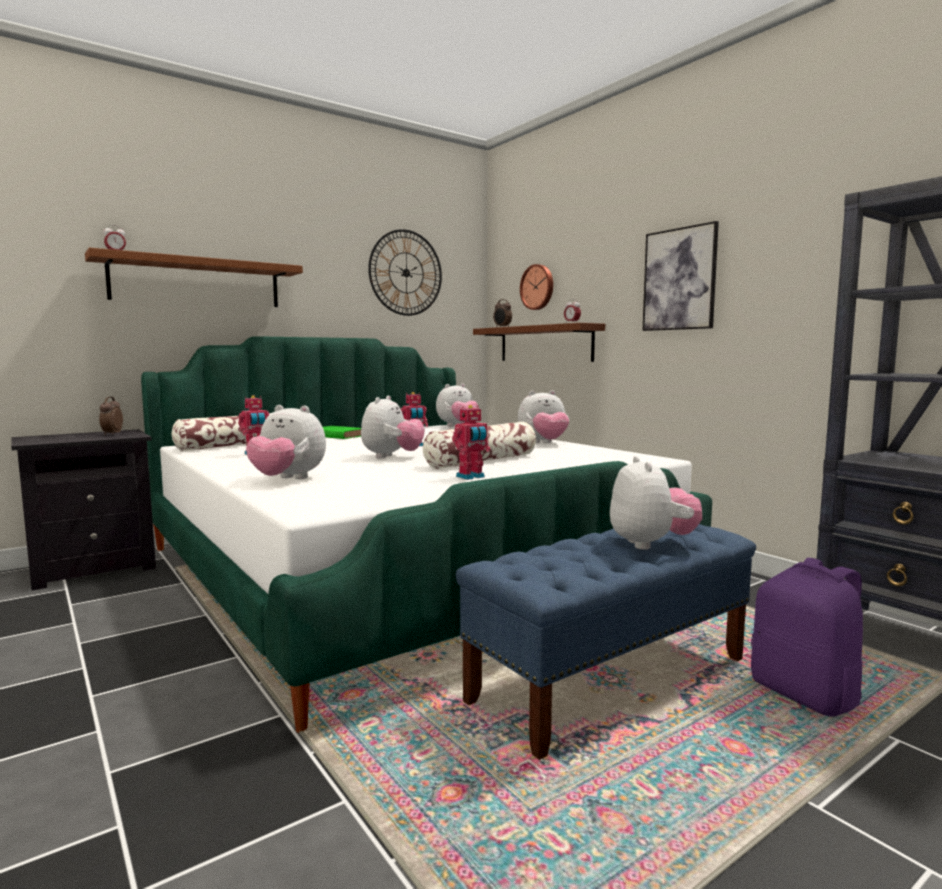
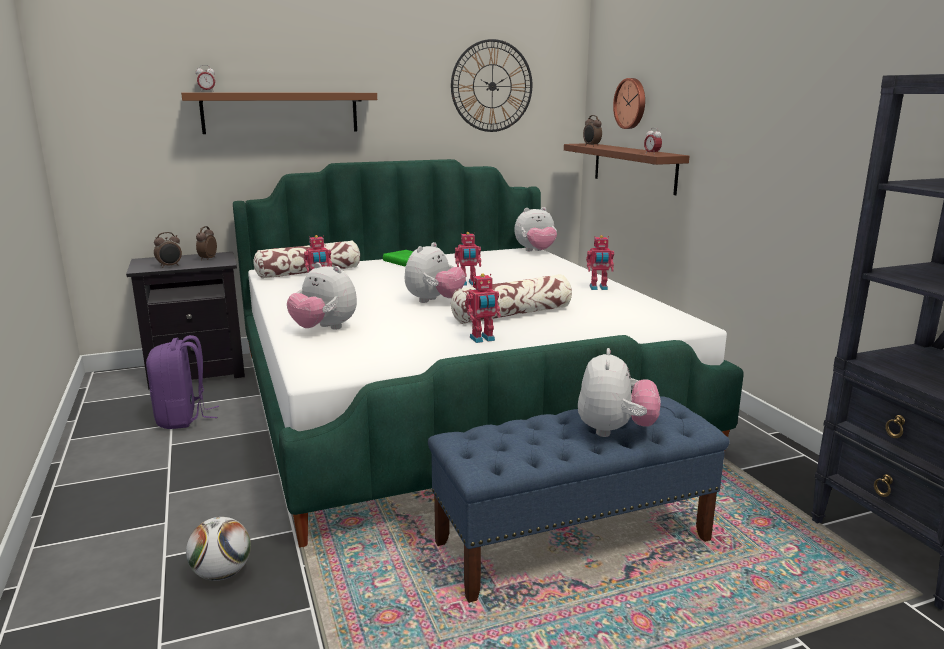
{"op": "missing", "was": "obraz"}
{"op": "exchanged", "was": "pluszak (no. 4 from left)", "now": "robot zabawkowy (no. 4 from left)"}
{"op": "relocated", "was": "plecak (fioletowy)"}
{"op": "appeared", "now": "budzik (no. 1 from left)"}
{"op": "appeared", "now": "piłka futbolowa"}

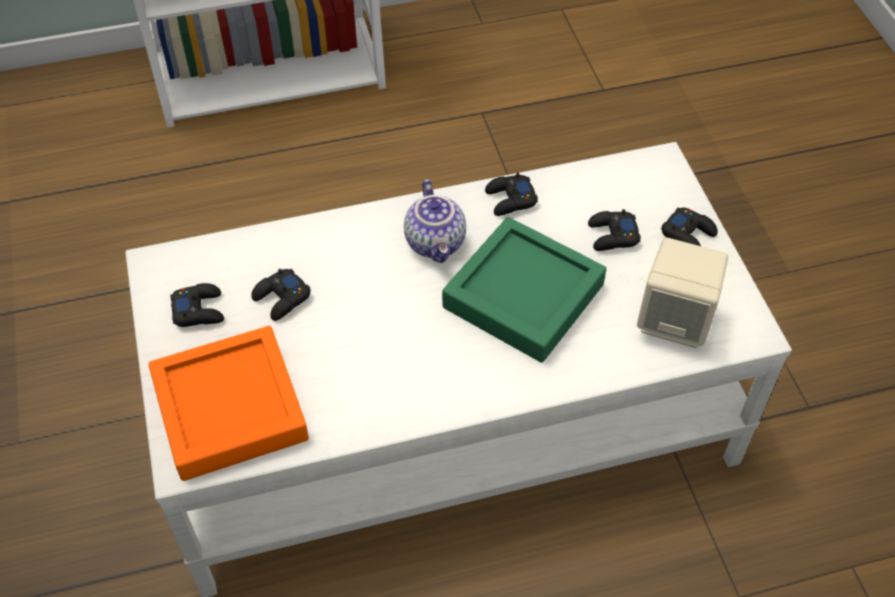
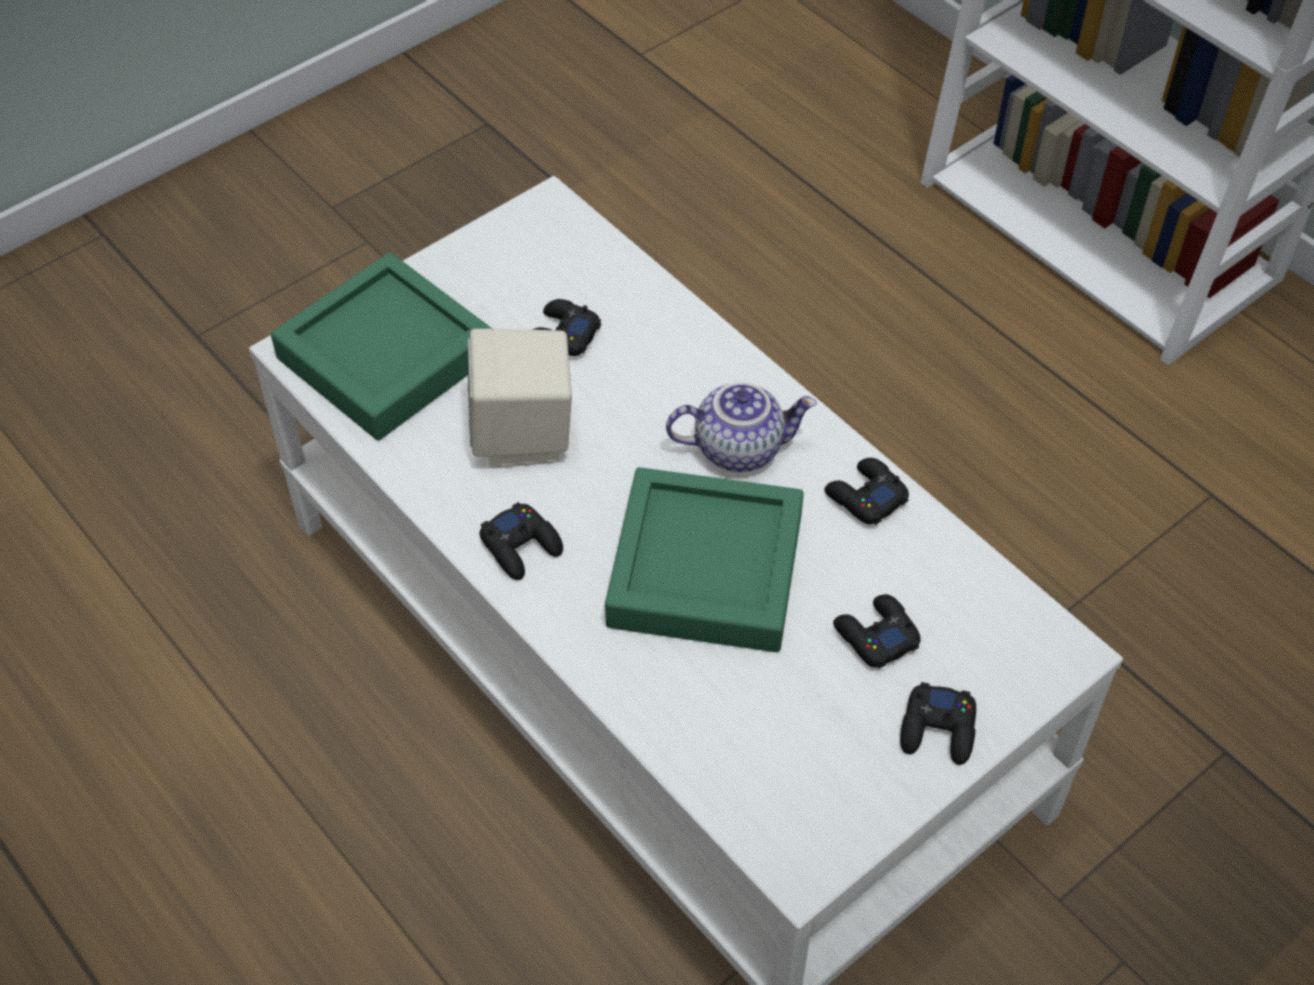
{"op": "spun", "was": "imbryk", "clockwise": -150}
{"op": "relocated", "was": "głośnik (beżowy)"}
{"op": "relocated", "was": "pad do gier (czarny) (no. 1 from left)"}
{"op": "colour", "was": "taca (pomarańczowy)", "now": "taca (zielony) (no. 1 from left)"}

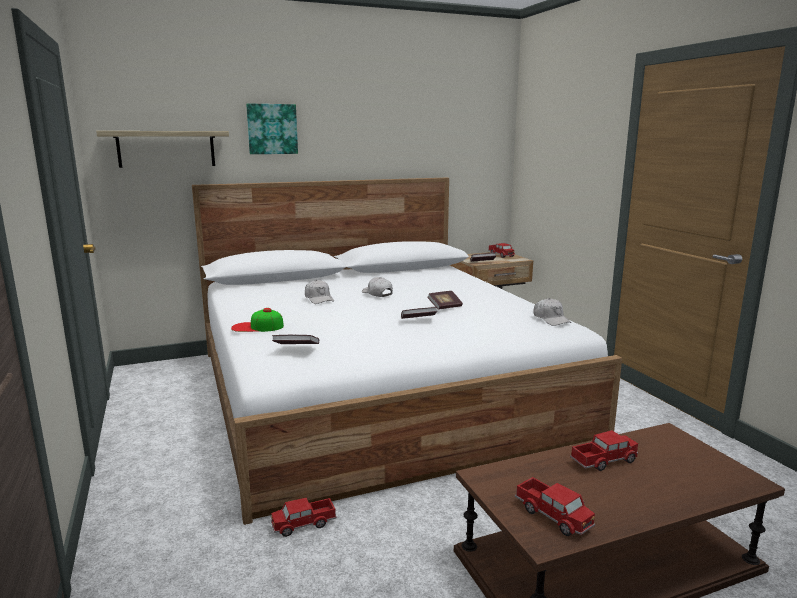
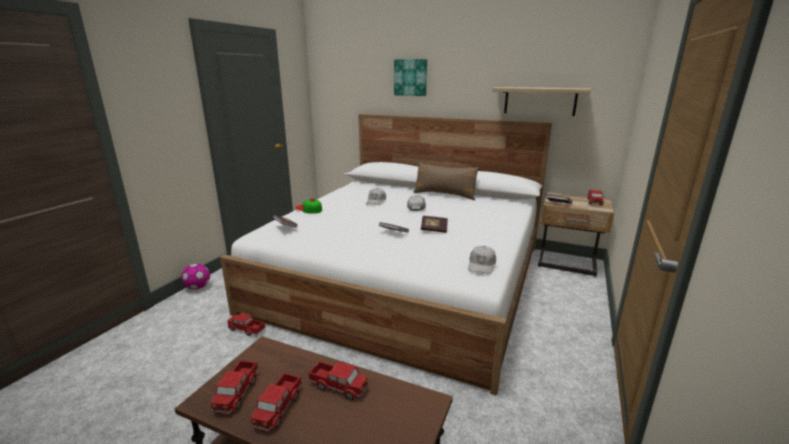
{"op": "relocated", "was": "półka"}
{"op": "appeared", "now": "poduszka (brązowy)"}
{"op": "appeared", "now": "piłka futbolowa"}
{"op": "appeared", "now": "ciężarówka zabawkowa (no. 3 from left)"}

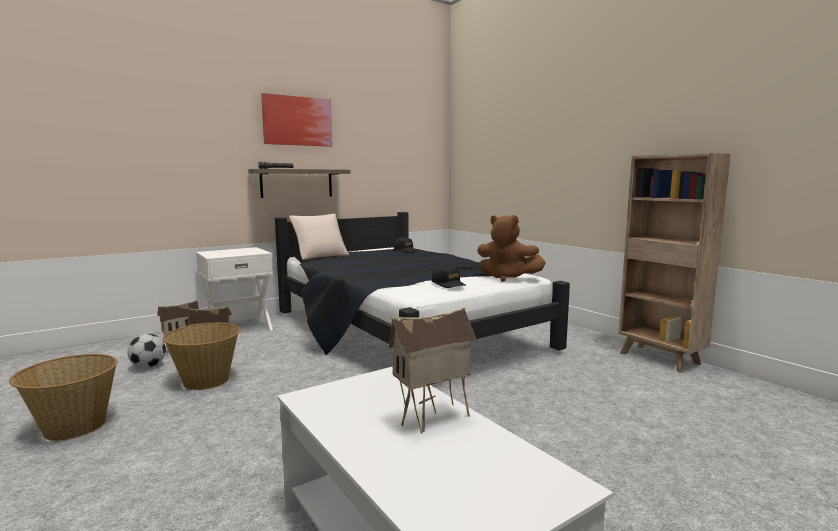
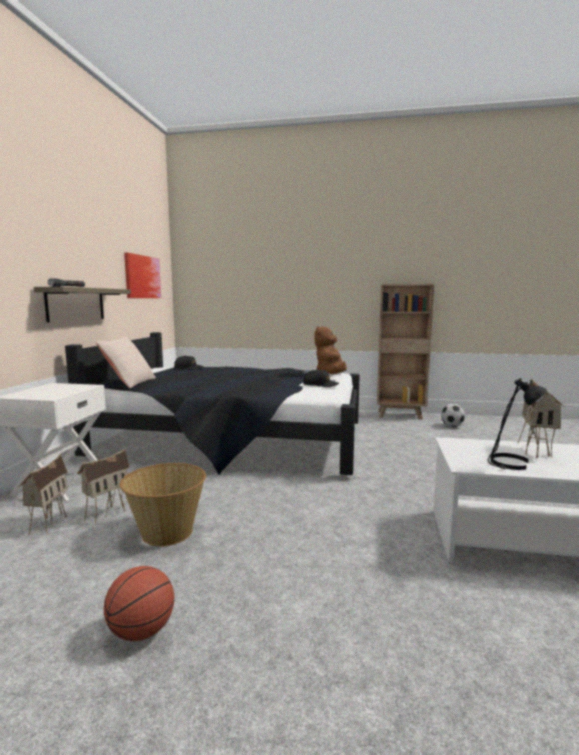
{"op": "relocated", "was": "obraz"}
{"op": "spun", "was": "pluszak (brązowy)", "clockwise": 120}
{"op": "relocated", "was": "piłka futbolowa"}
{"op": "exchanged", "was": "koszyk (no. 1 from left)", "now": "piłka do koszykówki"}
{"op": "appeared", "now": "lampa stołowa (czarny)"}

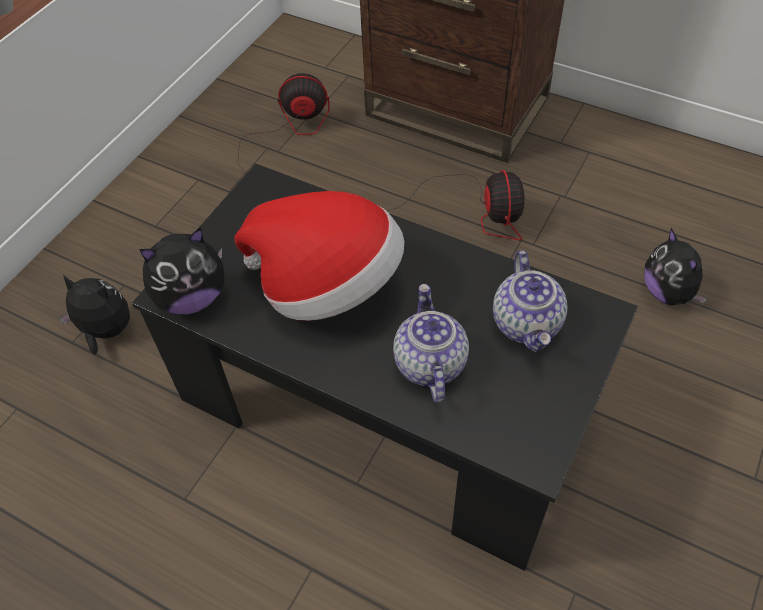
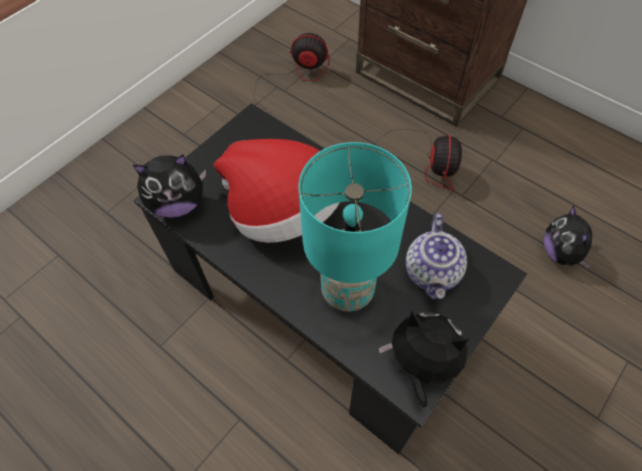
{"op": "relocated", "was": "pluszak (no. 1 from left in the first image)", "now": "pluszak (no. 2 from left)"}
{"op": "exchanged", "was": "imbryk (no. 1 from left)", "now": "lampa stołowa (turkusowy)"}

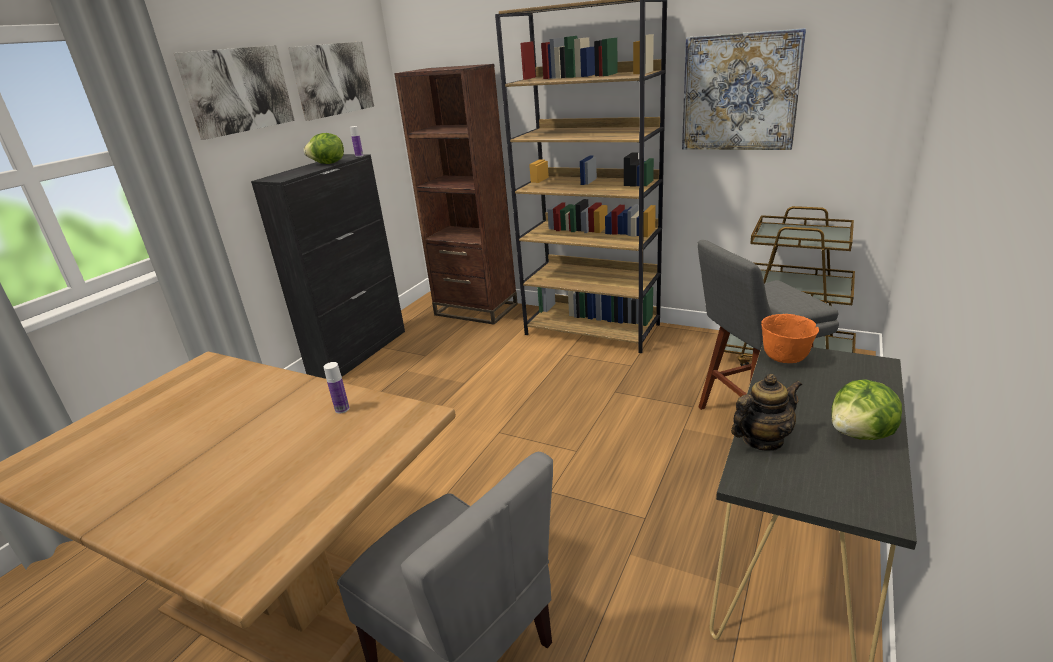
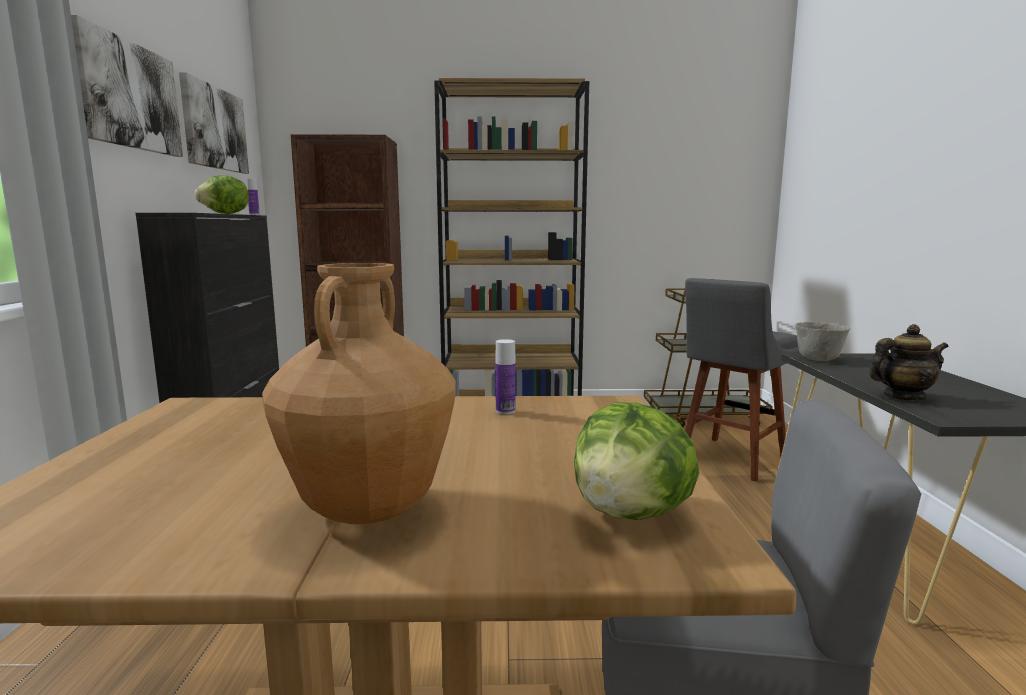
{"op": "missing", "was": "obraz (no. 3 from left)"}
{"op": "colour", "was": "miska (pomarańczowy)", "now": "miska (szary)"}
{"op": "spun", "was": "imbryk", "clockwise": 45}
{"op": "relocated", "was": "sałata (no. 2 from left)"}
{"op": "appeared", "now": "wazon (brązowy)"}

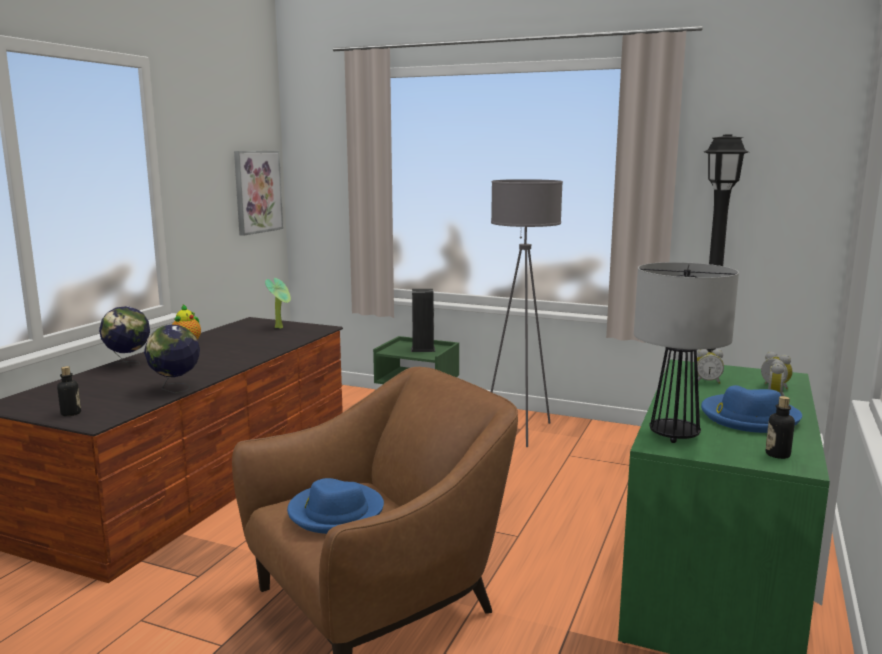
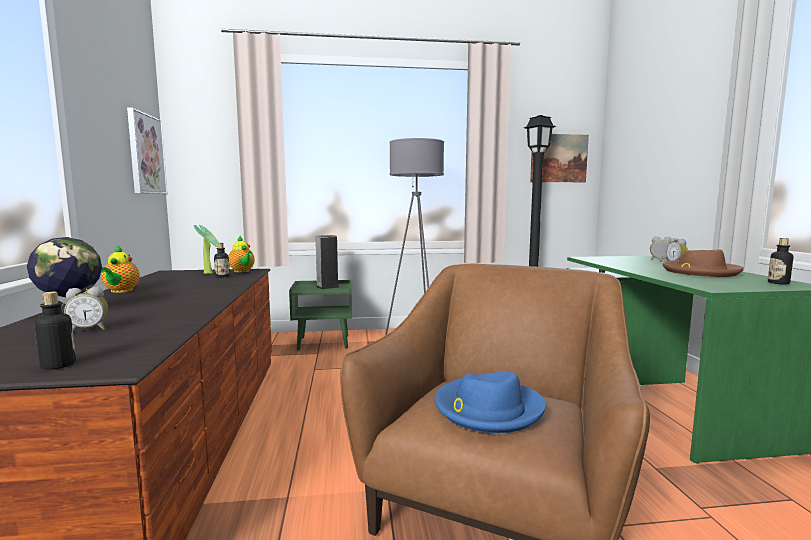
{"op": "missing", "was": "lampa stołowa"}
{"op": "missing", "was": "globus (no. 2 from left)"}
{"op": "relocated", "was": "budzik (no. 1 from left)"}
{"op": "colour", "was": "kapelusz (niebieski) (no. 2 from left)", "now": "kapelusz (brązowy)"}
{"op": "appeared", "now": "obraz (no. 2 from left)"}
{"op": "appeared", "now": "imbryk (no. 2 from left)"}
{"op": "appeared", "now": "butelka (no. 2 from left)"}

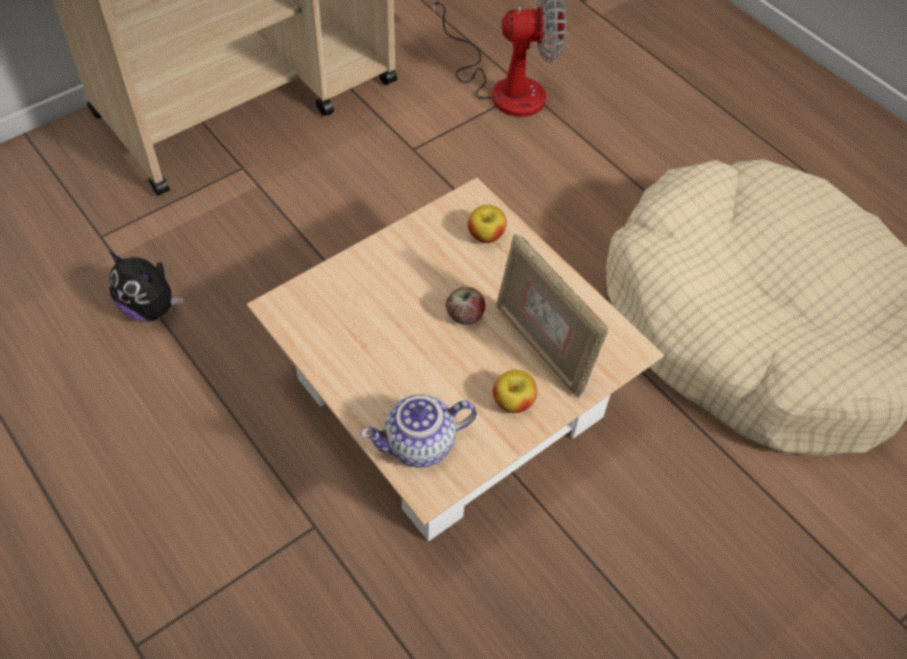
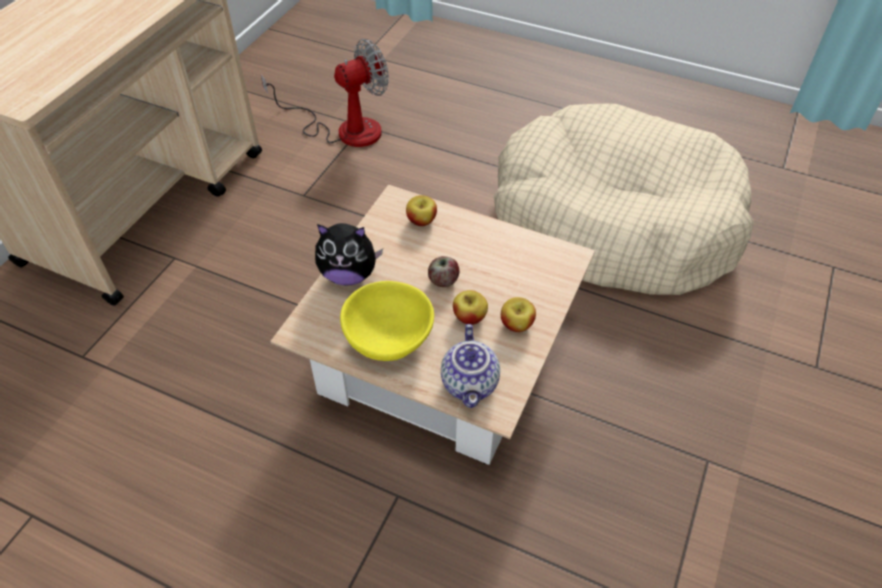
{"op": "missing", "was": "ramka na zdjęcie"}
{"op": "relocated", "was": "pluszak"}
{"op": "spun", "was": "imbryk", "clockwise": -45}
{"op": "appeared", "now": "miska (żółty)"}
{"op": "appeared", "now": "jabłko (no. 3 from left)"}

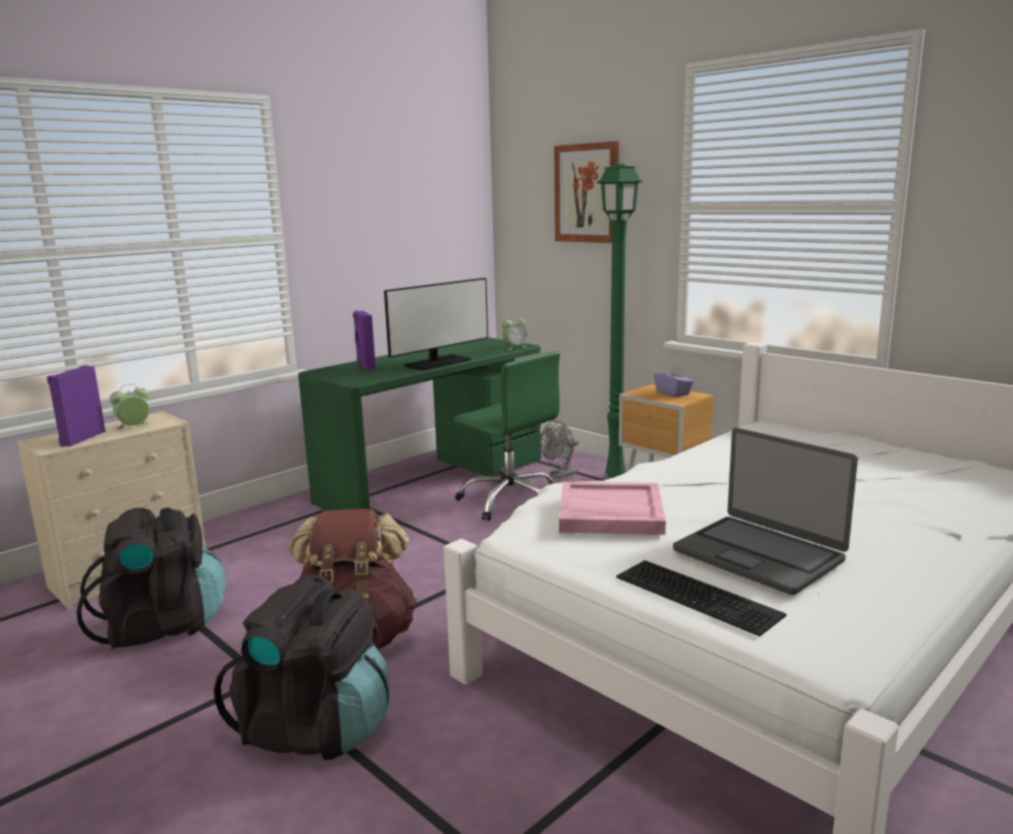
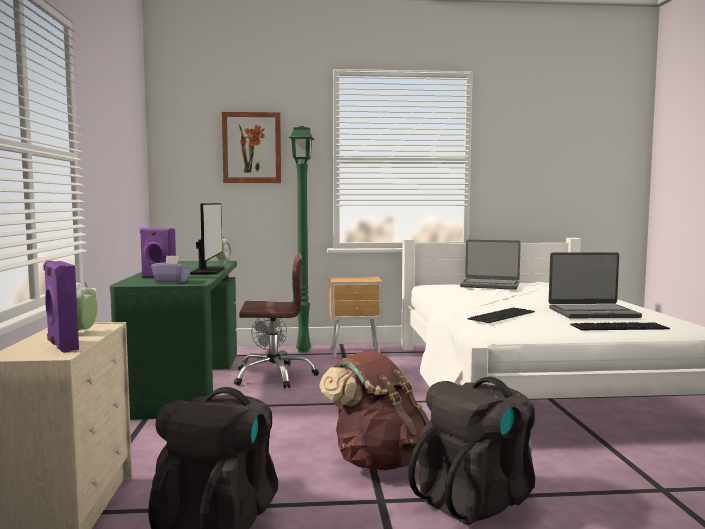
{"op": "colour", "was": "krzesło biurowe (zielony)", "now": "krzesło biurowe (brązowy)"}
{"op": "relocated", "was": "pudełko chusteczek (fioletowy)"}
{"op": "exchanged", "was": "taca (różowy)", "now": "klawiatura (no. 1 from left)"}
{"op": "appeared", "now": "laptop (no. 1 from left)"}

